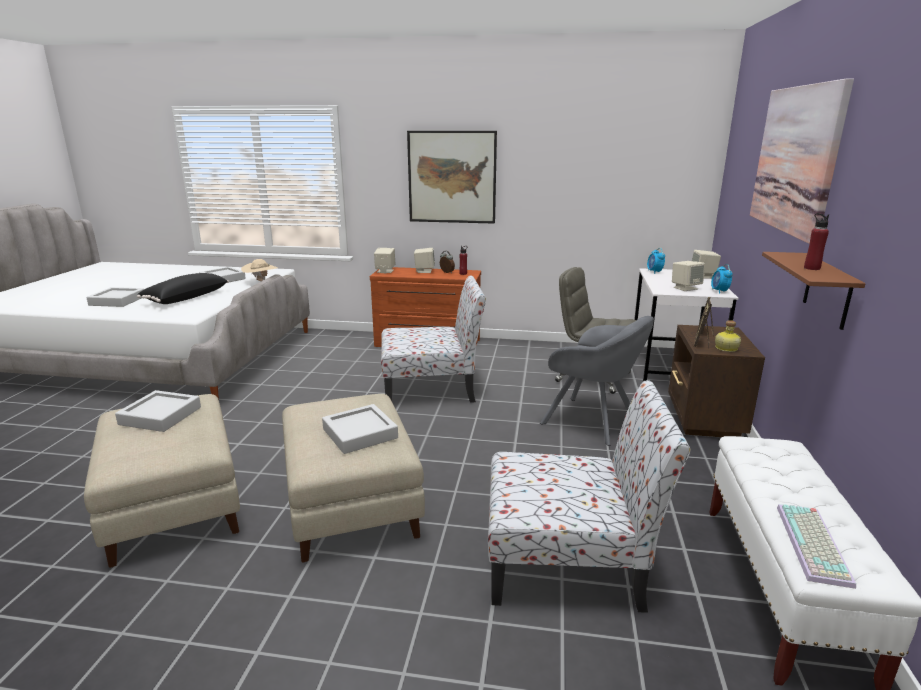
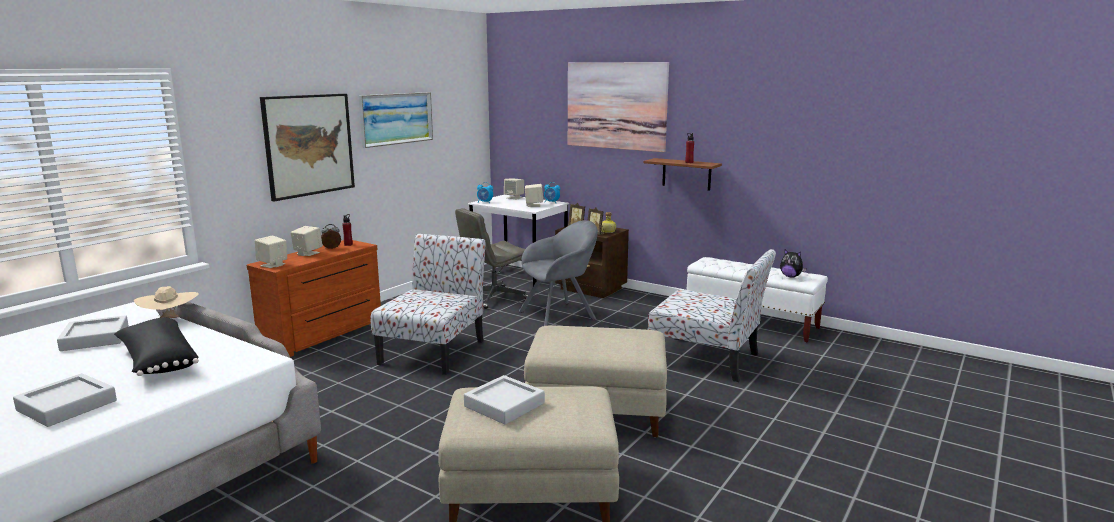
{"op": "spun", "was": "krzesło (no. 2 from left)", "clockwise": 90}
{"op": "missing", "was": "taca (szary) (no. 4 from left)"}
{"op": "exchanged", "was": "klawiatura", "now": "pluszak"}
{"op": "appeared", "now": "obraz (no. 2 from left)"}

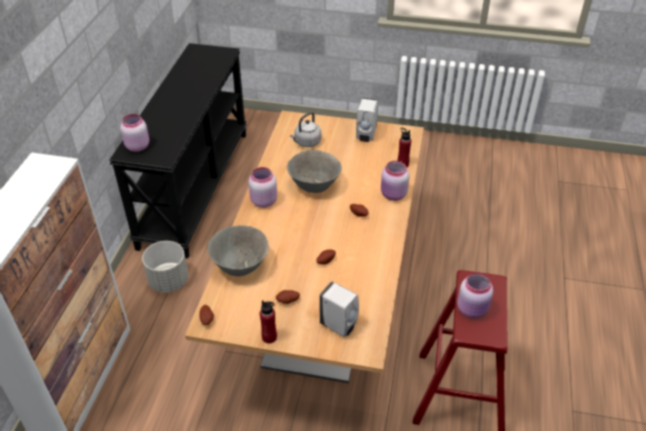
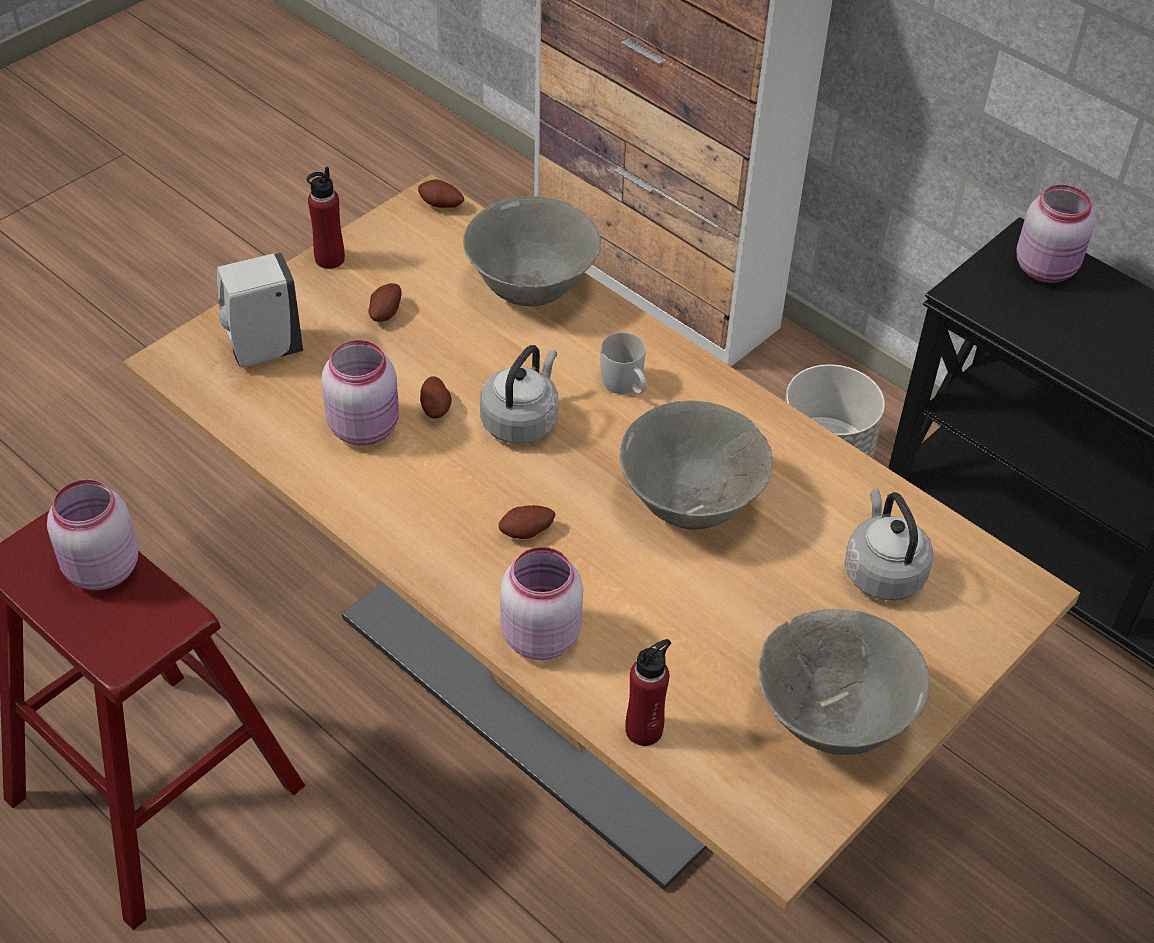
{"op": "exchanged", "was": "dozownik mydła (biały) (no. 2 from left)", "now": "miska (szary) (no. 3 from left)"}
{"op": "relocated", "was": "słoik (różowy) (no. 2 from left)"}
{"op": "appeared", "now": "kubek (biały)"}
{"op": "appeared", "now": "czajnik (szary) (no. 1 from left)"}

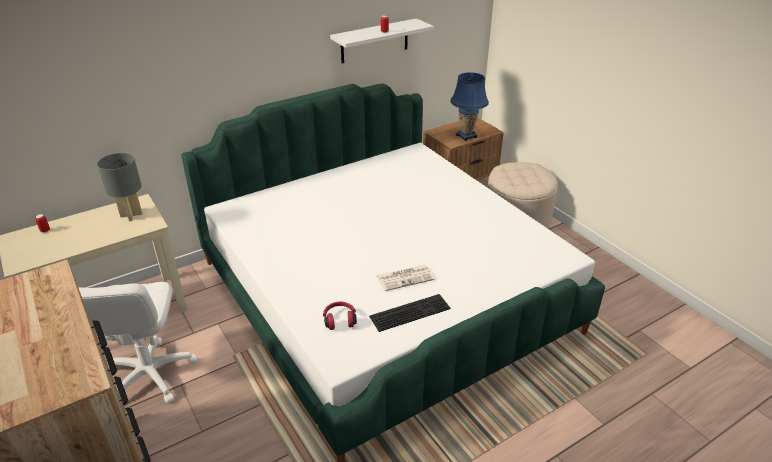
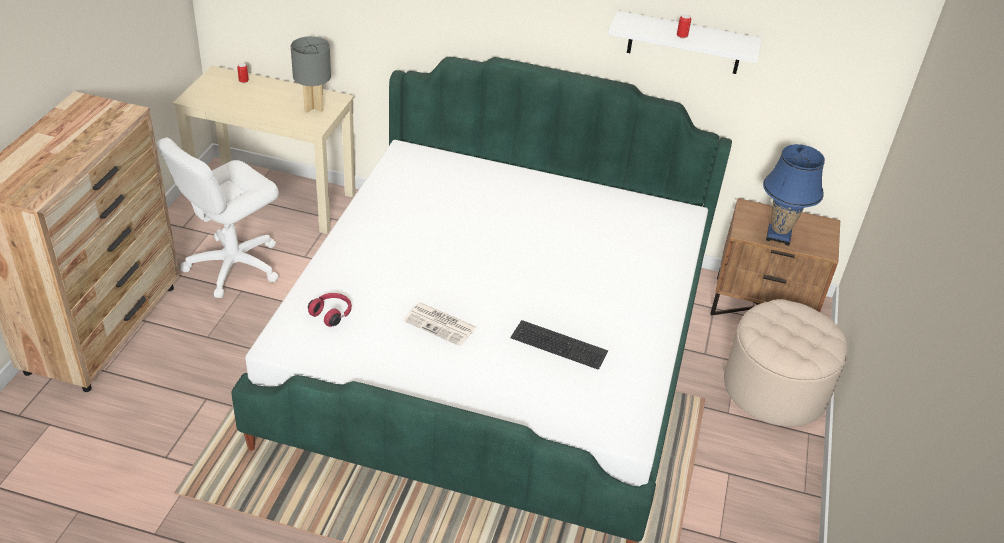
{"op": "relocated", "was": "klawiatura"}

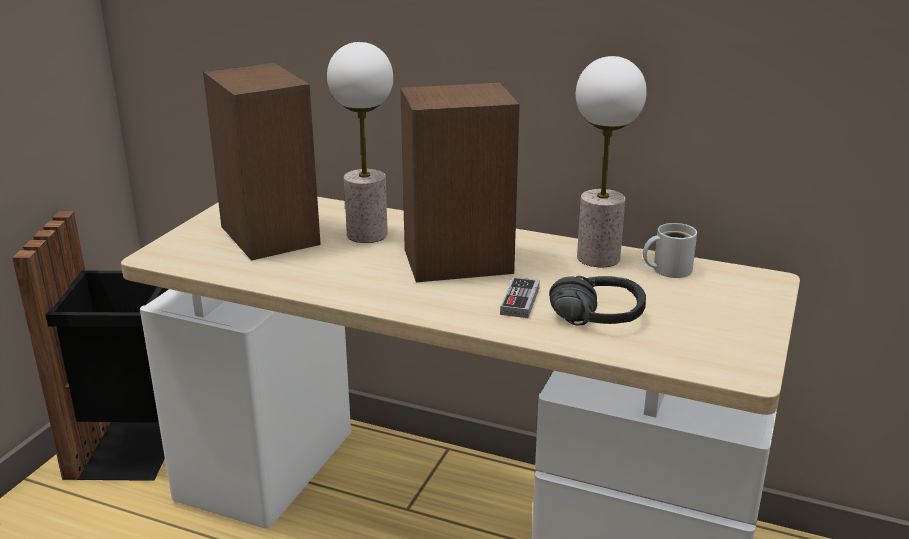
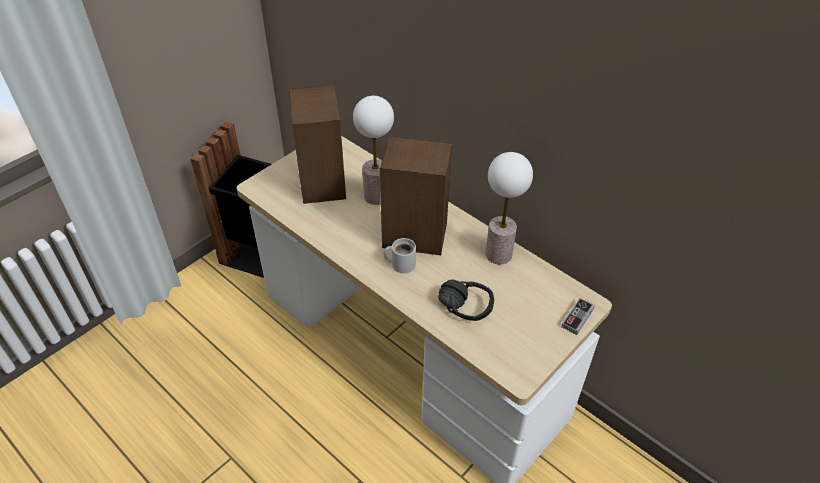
{"op": "relocated", "was": "kubek (biały)"}
{"op": "relocated", "was": "pad do gier"}

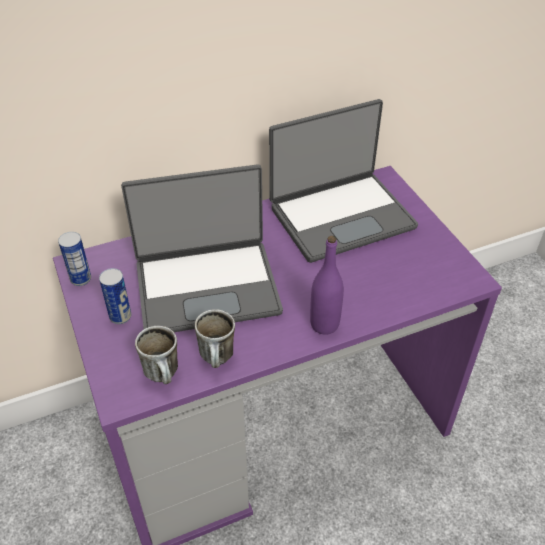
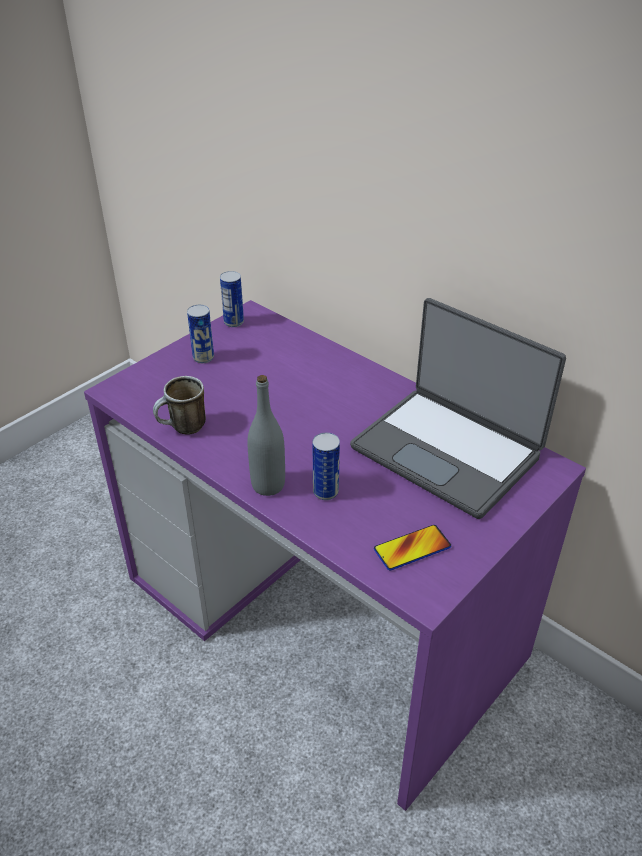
{"op": "missing", "was": "laptop (no. 1 from left)"}
{"op": "colour", "was": "butelka (fioletowy)", "now": "butelka (szary)"}
{"op": "missing", "was": "kubek (no. 1 from left)"}
{"op": "appeared", "now": "puszka (no. 3 from left)"}
{"op": "appeared", "now": "telefon"}

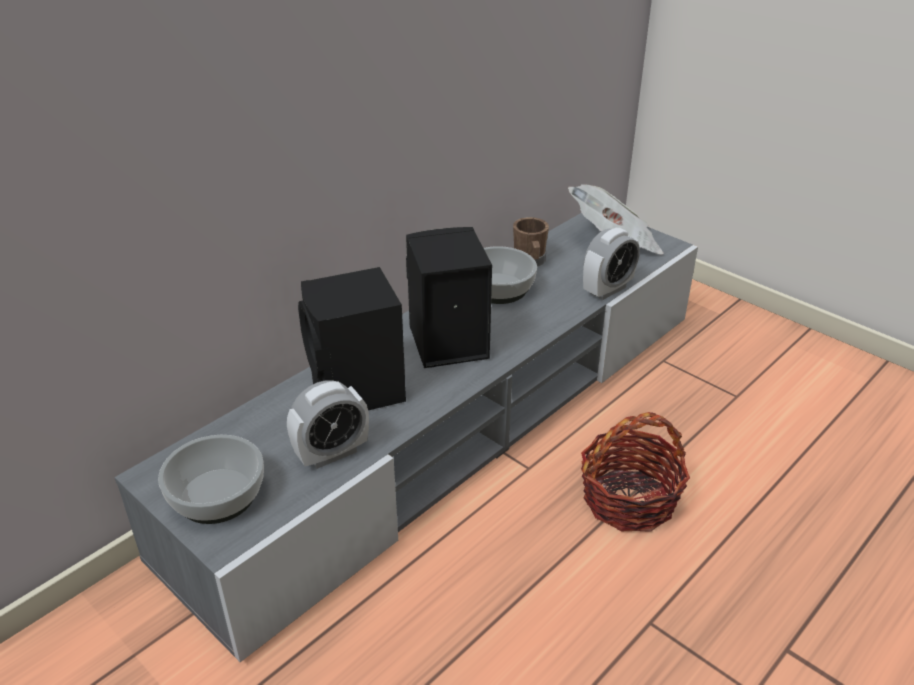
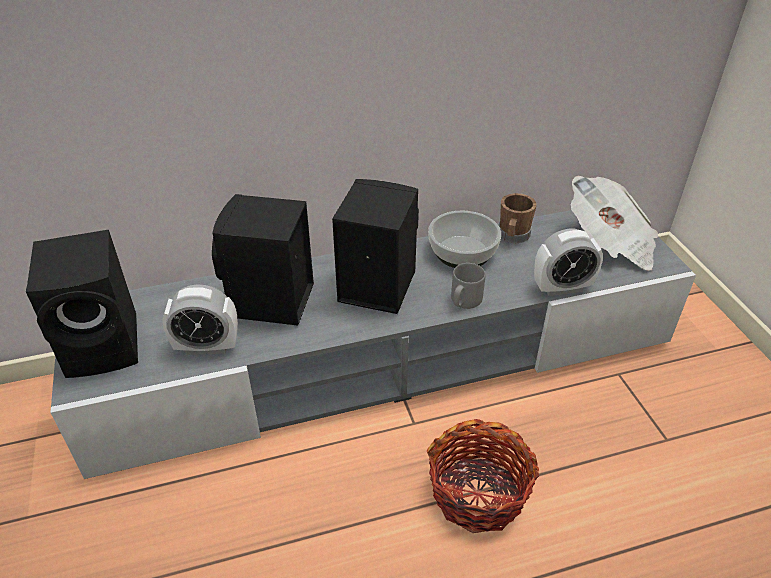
{"op": "exchanged", "was": "miska (no. 1 from left)", "now": "głośnik (czarny) (no. 1 from left)"}
{"op": "appeared", "now": "kubek (szary)"}

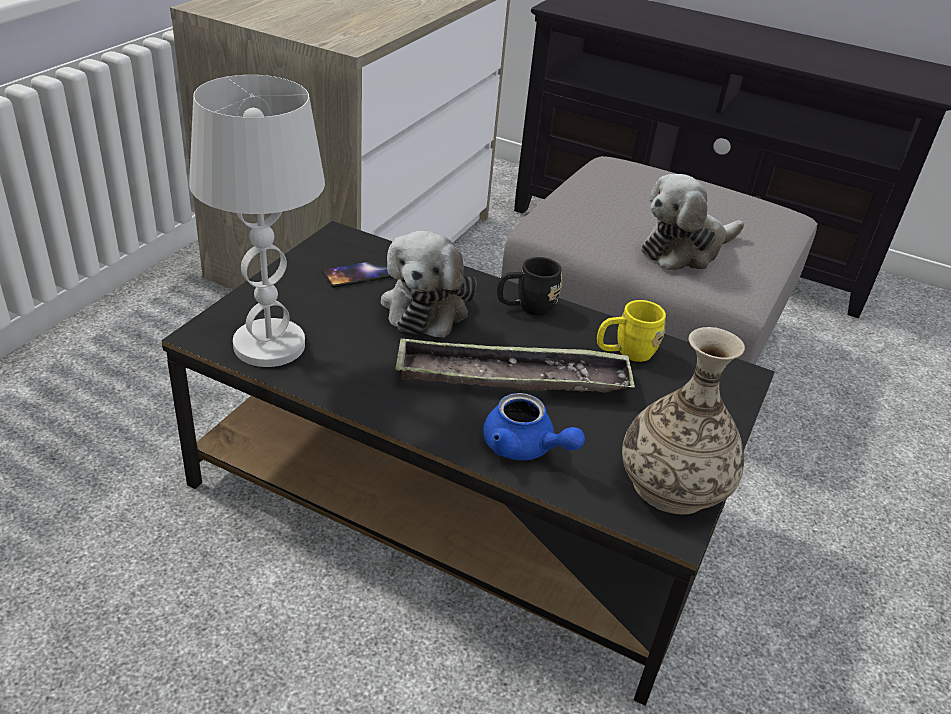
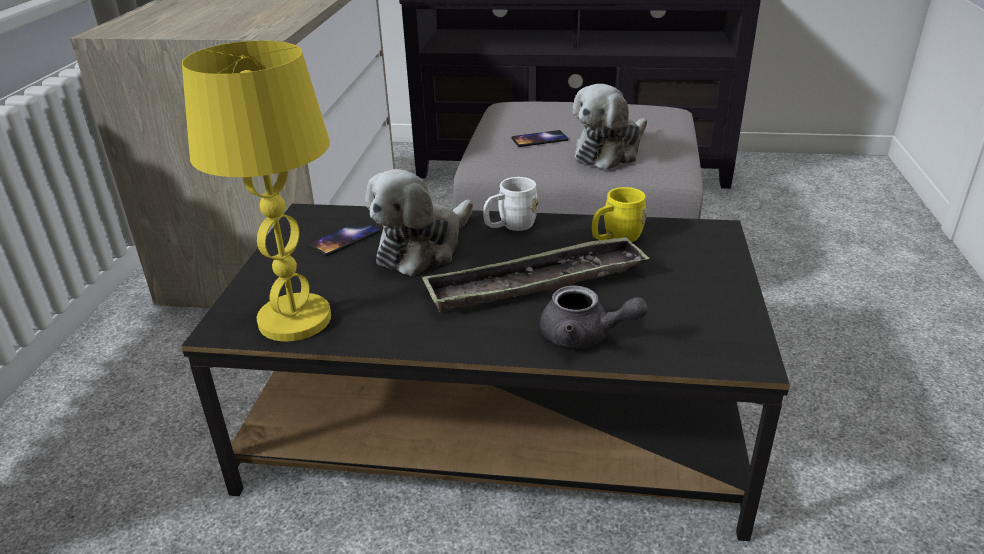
{"op": "colour", "was": "lampa stołowa (biały)", "now": "lampa stołowa (żółty)"}
{"op": "spun", "was": "pluszak (no. 1 from left)", "clockwise": 45}
{"op": "colour", "was": "kubek (czarny)", "now": "kubek (biały)"}
{"op": "missing", "was": "wazon"}
{"op": "colour", "was": "imbryk (niebieski)", "now": "imbryk (szary)"}
{"op": "appeared", "now": "telefon (no. 2 from left)"}

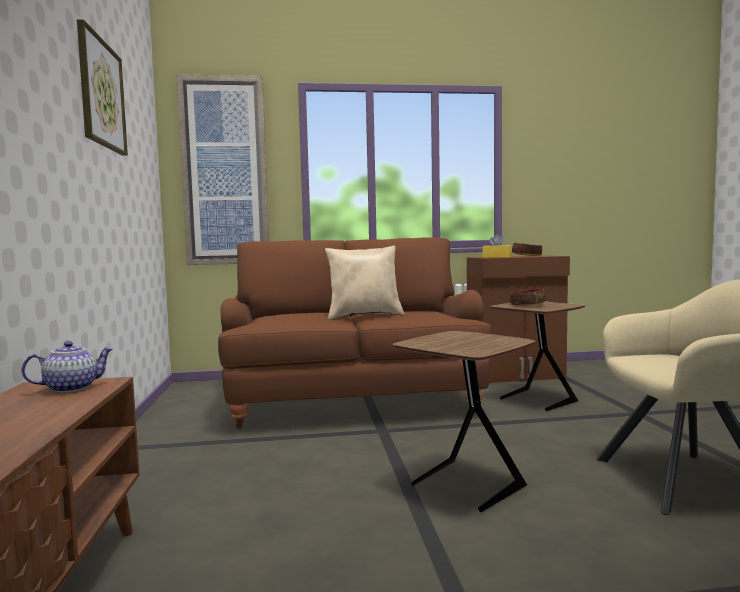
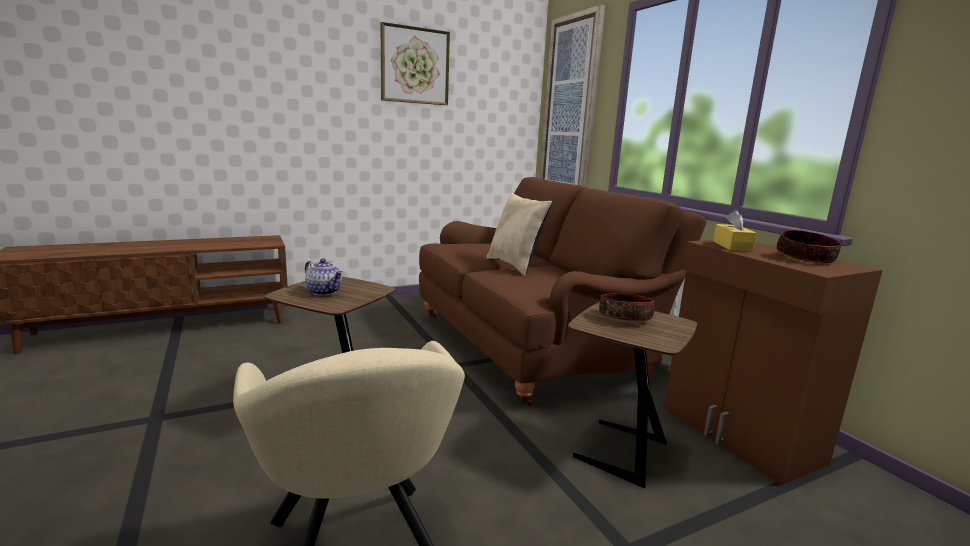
{"op": "relocated", "was": "imbryk"}

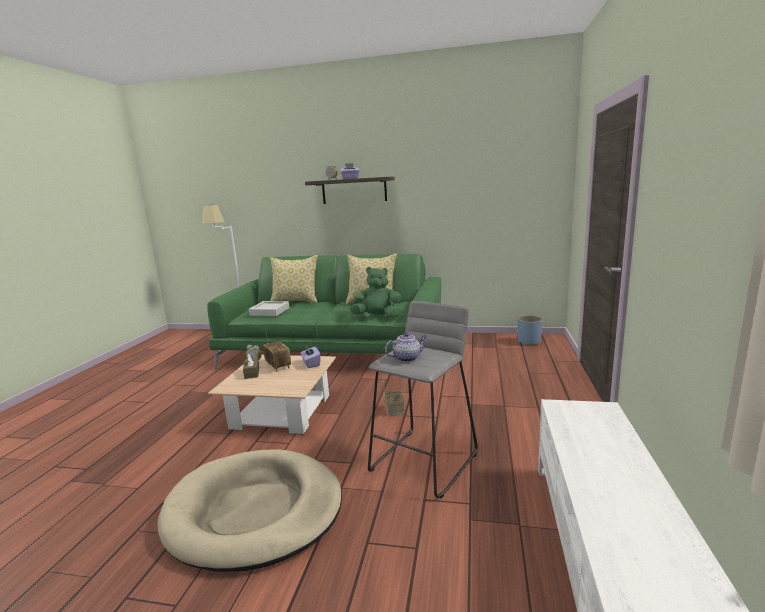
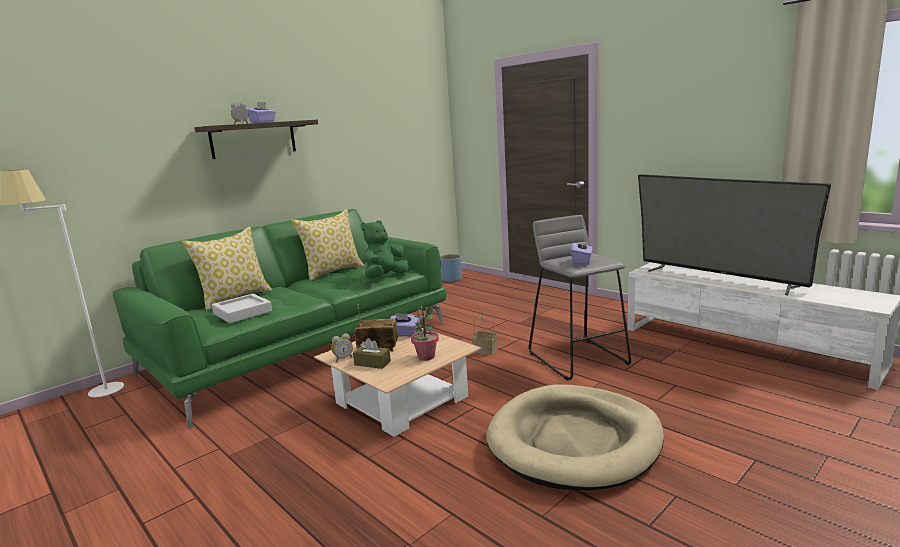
{"op": "exchanged", "was": "imbryk", "now": "pudełko chusteczek (fioletowy) (no. 3 from left)"}
{"op": "appeared", "now": "telewizor"}
{"op": "appeared", "now": "roślina doniczkowa"}

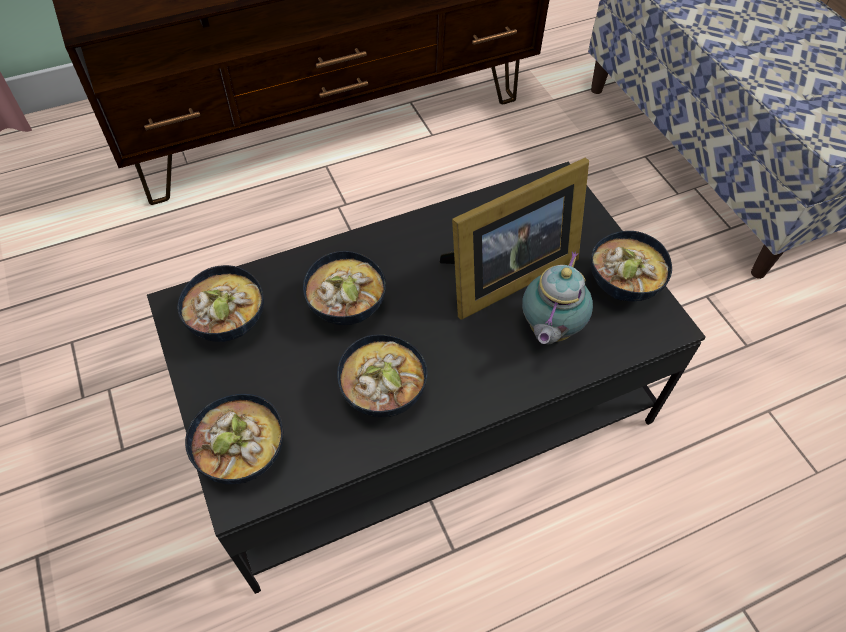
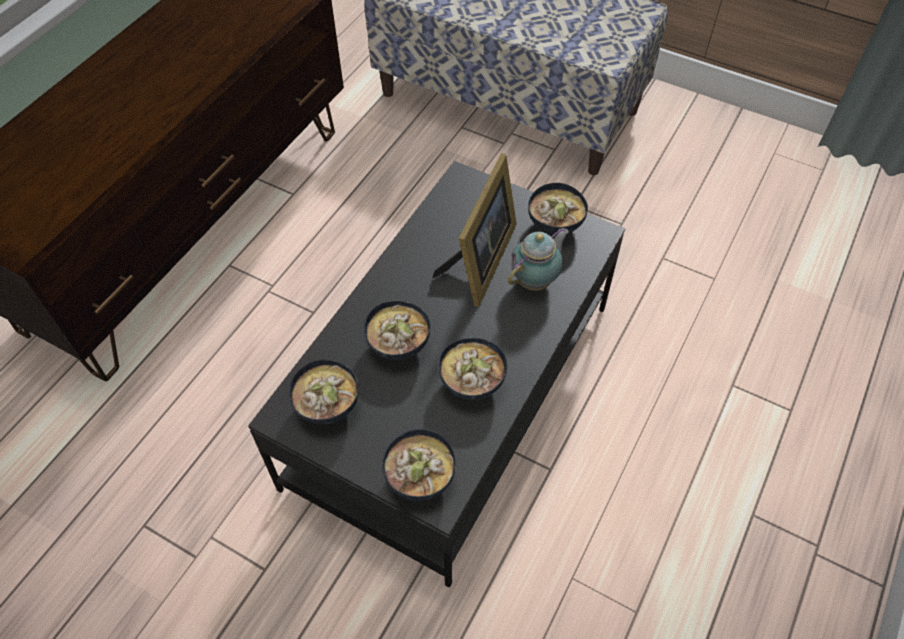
{"op": "spun", "was": "imbryk", "clockwise": -120}

